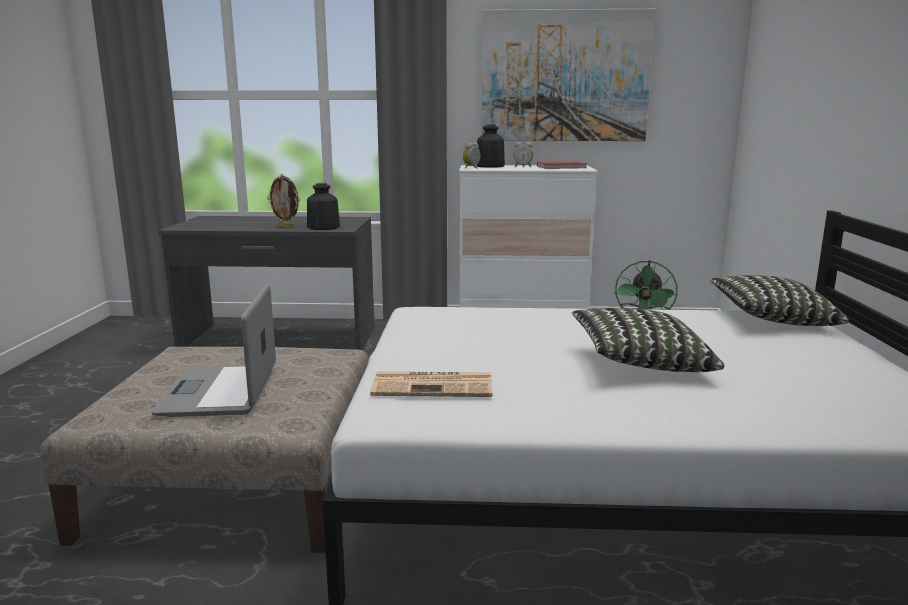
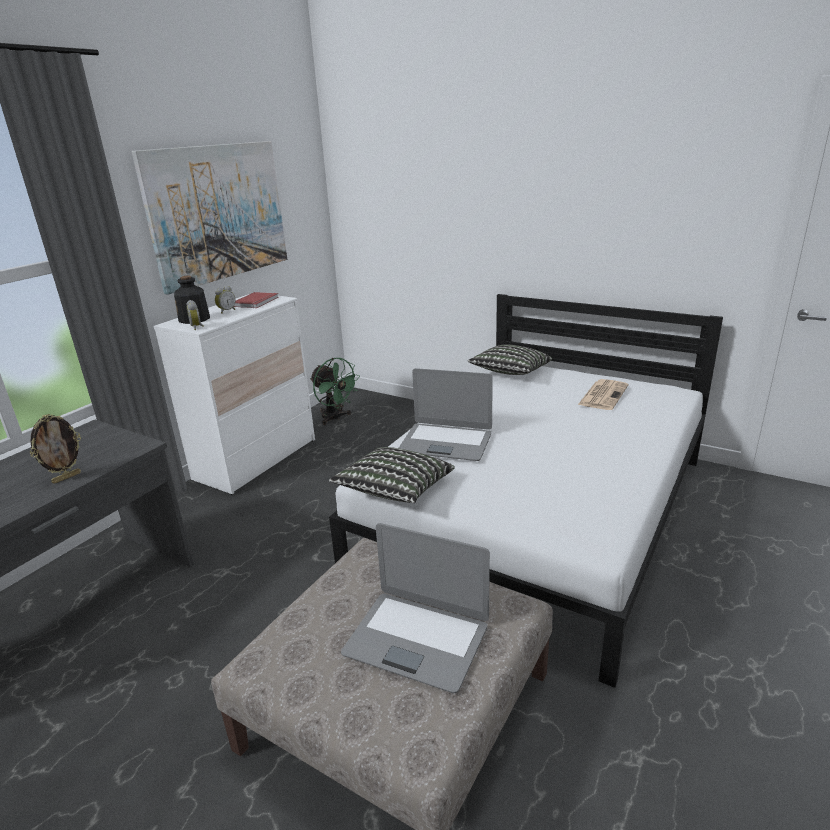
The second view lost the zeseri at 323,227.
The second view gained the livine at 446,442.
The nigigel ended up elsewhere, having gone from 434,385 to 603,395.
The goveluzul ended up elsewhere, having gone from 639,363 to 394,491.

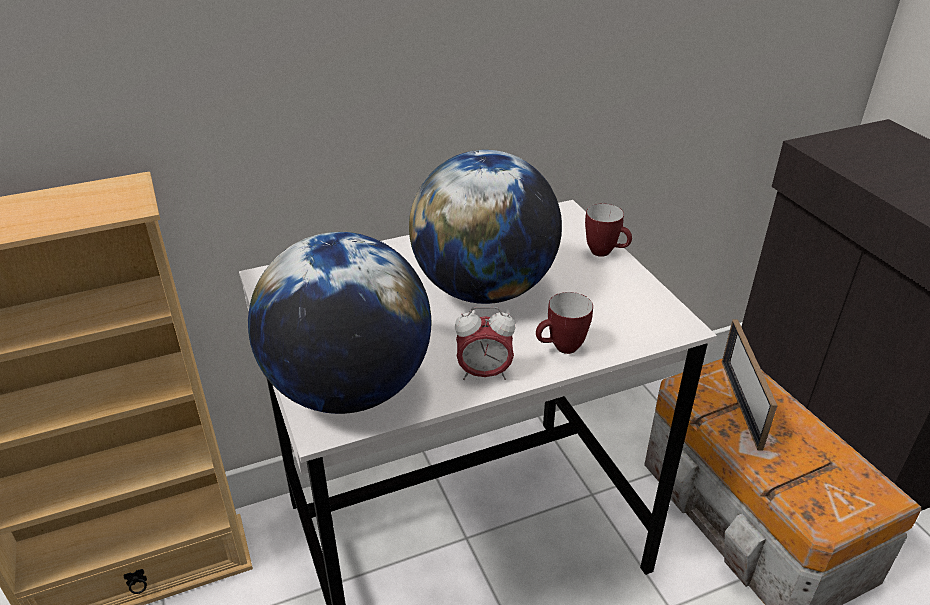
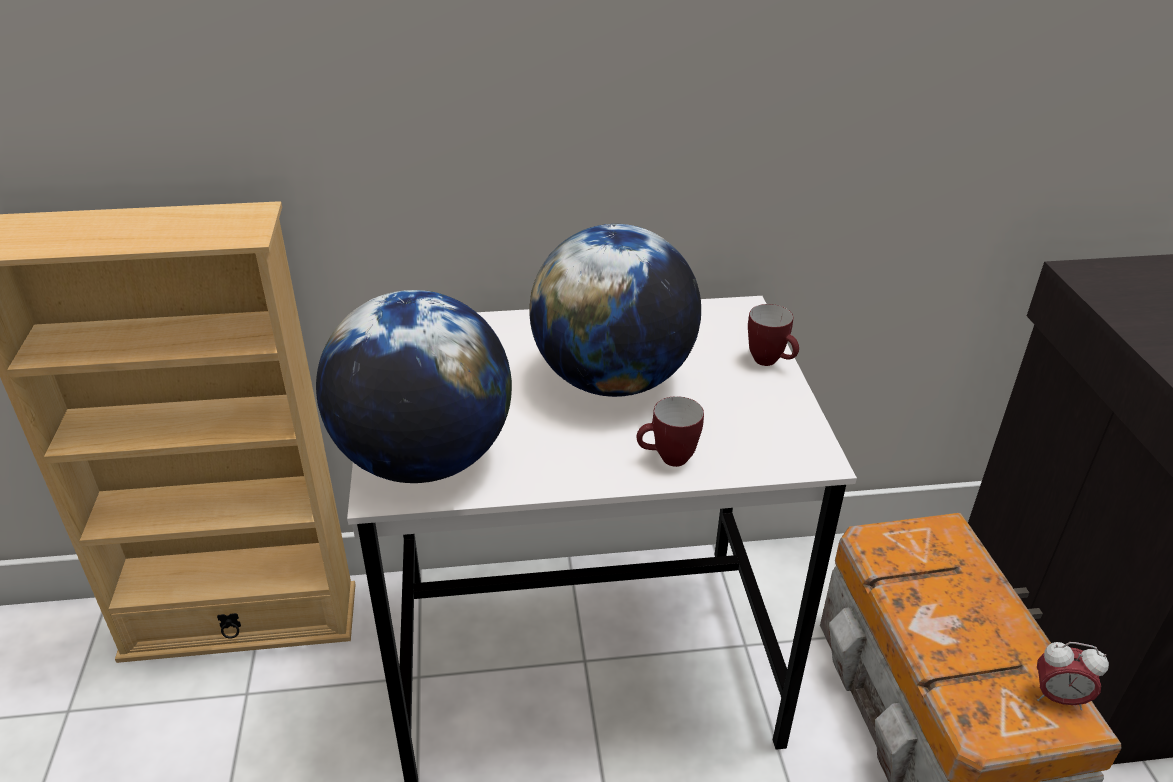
The second view lost the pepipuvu at 741,403.
The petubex ended up elsewhere, having gone from 484,373 to 1058,697.

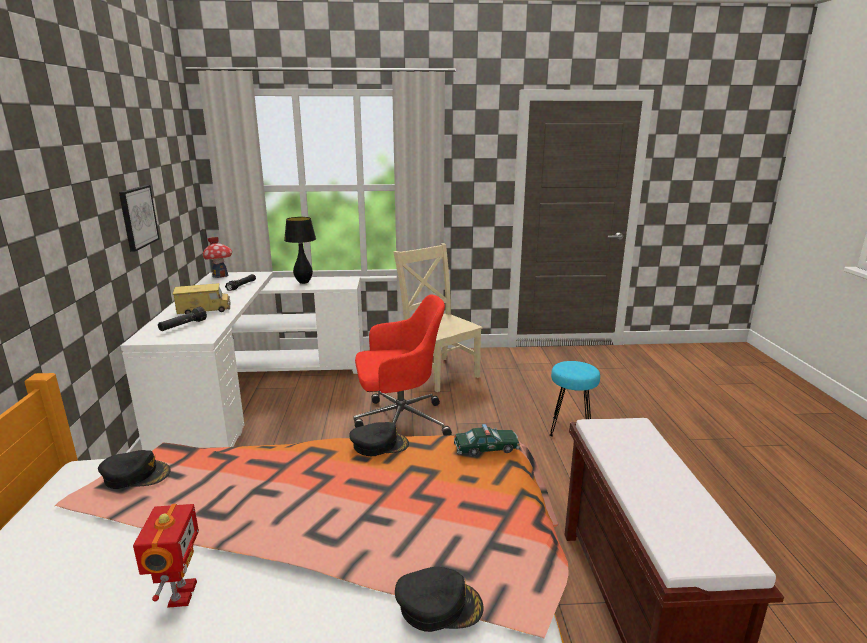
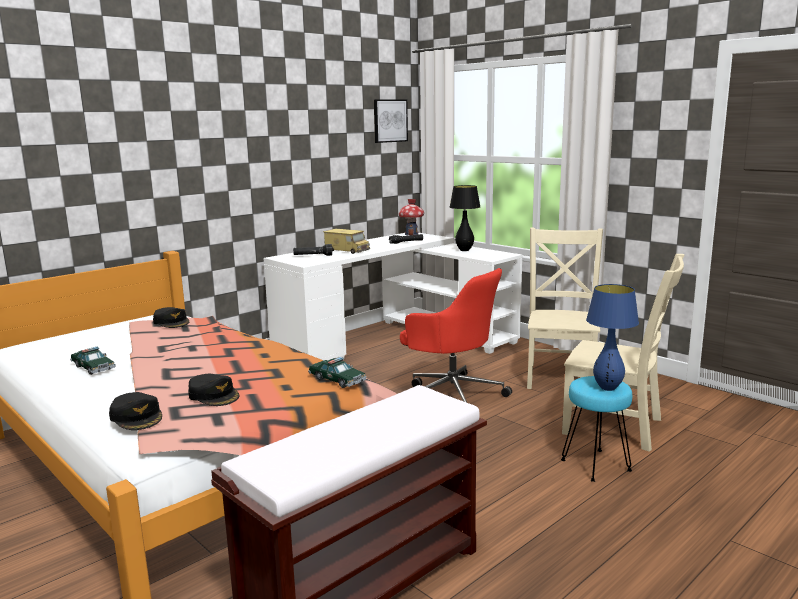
The second view gained the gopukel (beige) at 617,427.
The second view gained the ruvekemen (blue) at 607,388.
The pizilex ended up elsewhere, having gone from 137,217 to 390,121.
The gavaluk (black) ended up elsewhere, having gone from 379,444 to 214,395.
Where the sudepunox stood at 180,594, the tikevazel came to stand at 93,367.

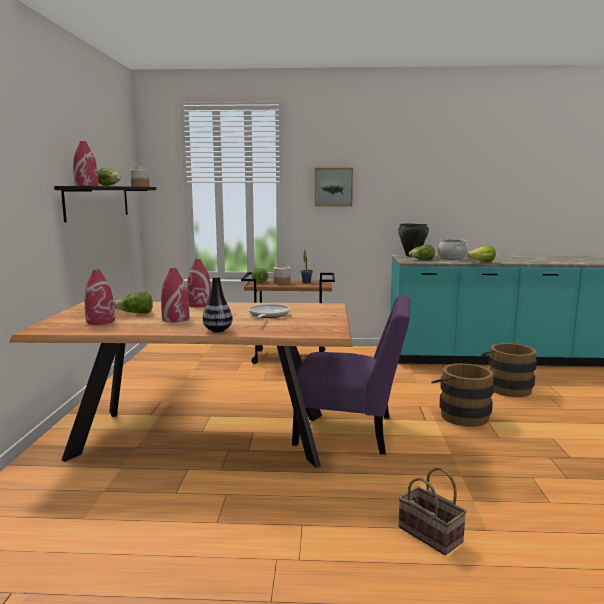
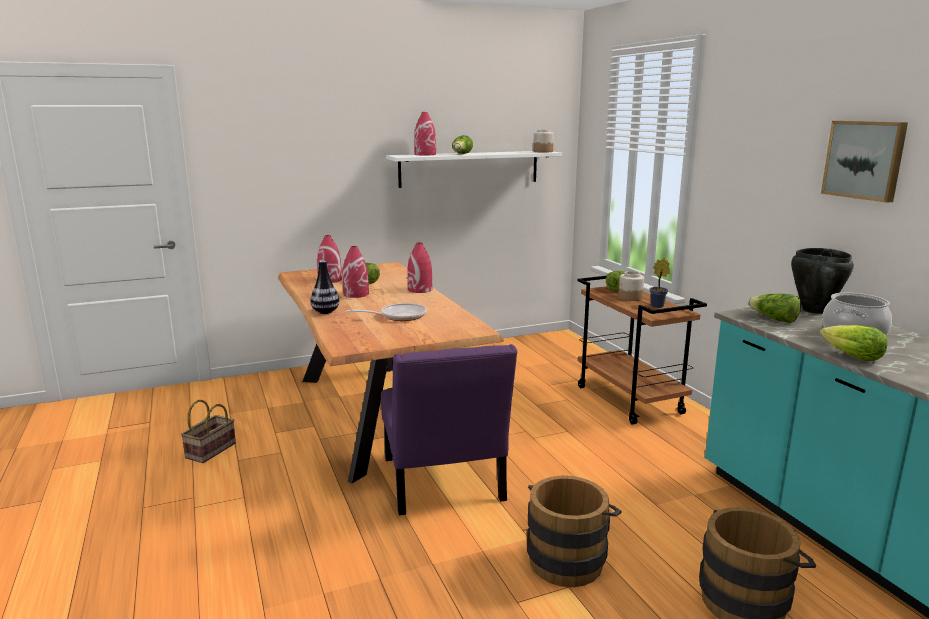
The pizilex ended up elsewhere, having gone from 333,187 to 864,160.
The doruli ended up elsewhere, having gone from 432,535 to 210,451.
What was the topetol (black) at 98,202 turned into the topetol (white) at 469,168.

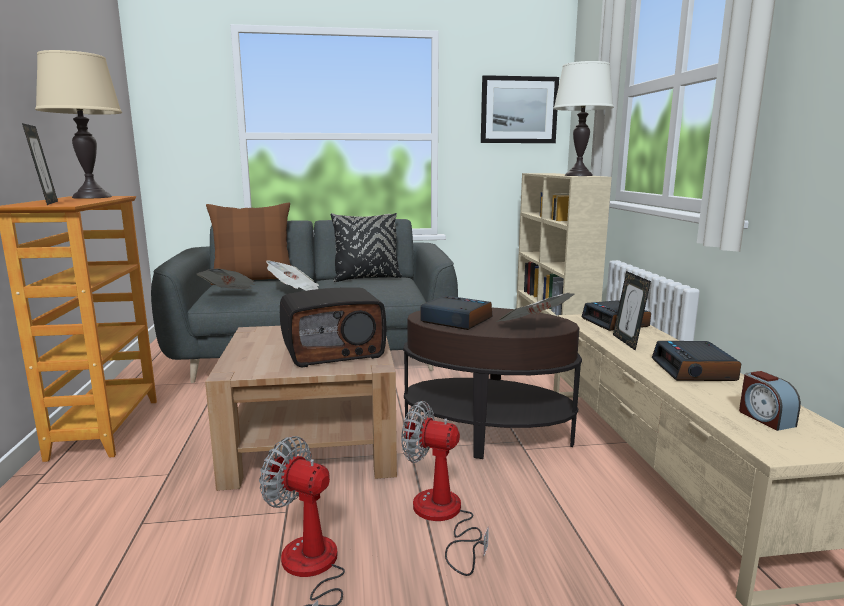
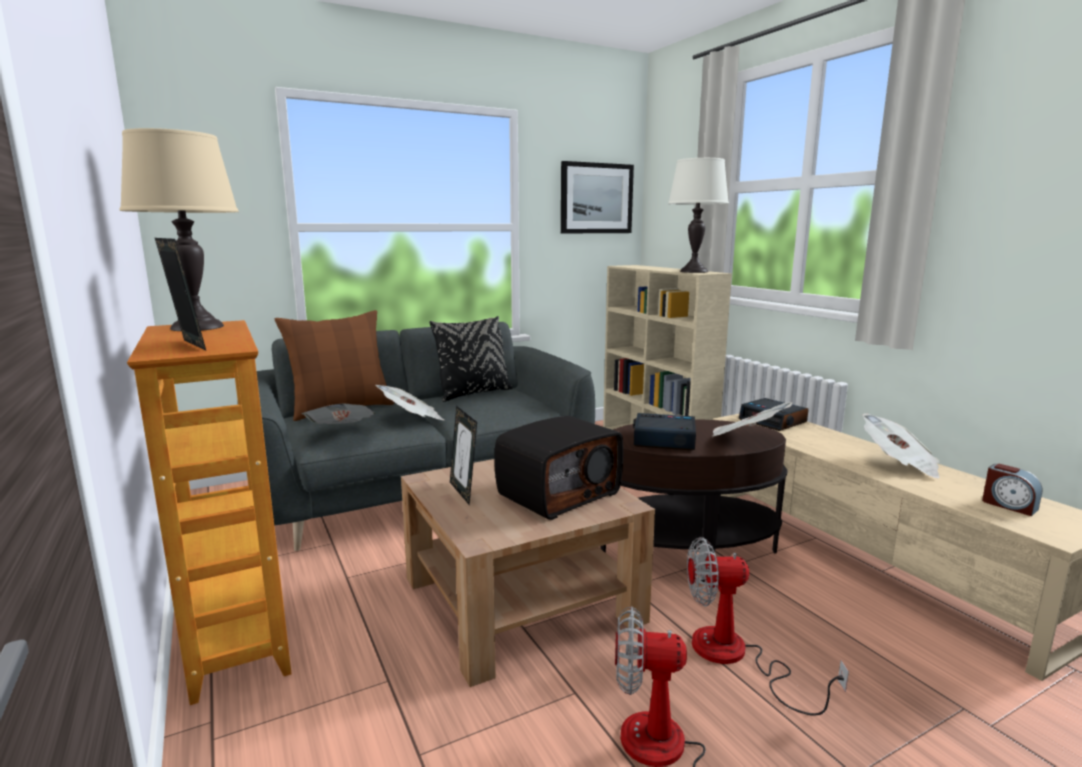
The pepipuvu ended up elsewhere, having gone from 627,342 to 463,492.
Where the petubex stood at 694,370, the nigigel came to stand at 899,465.

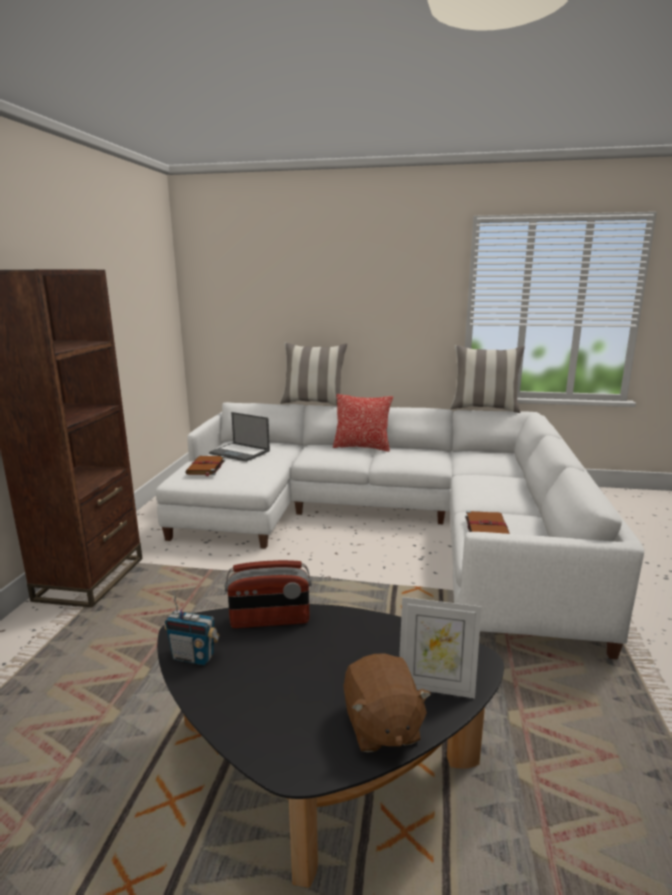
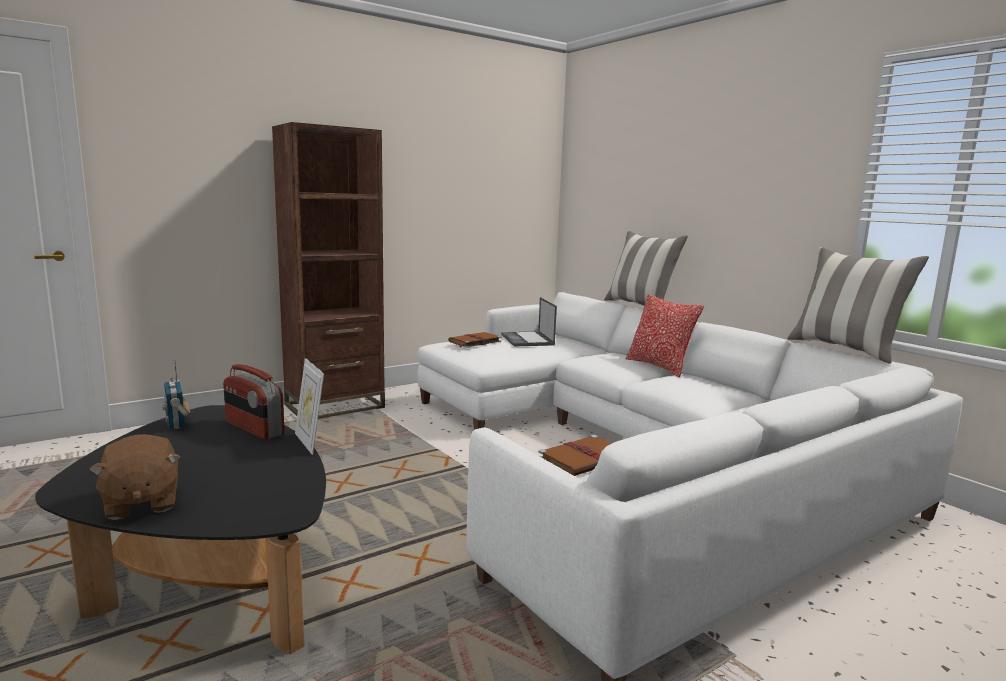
The pepipuvu ended up elsewhere, having gone from 436,686 to 310,442.
The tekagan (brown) at 381,726 ended up facing another way, 60 degrees counterclockwise from before.

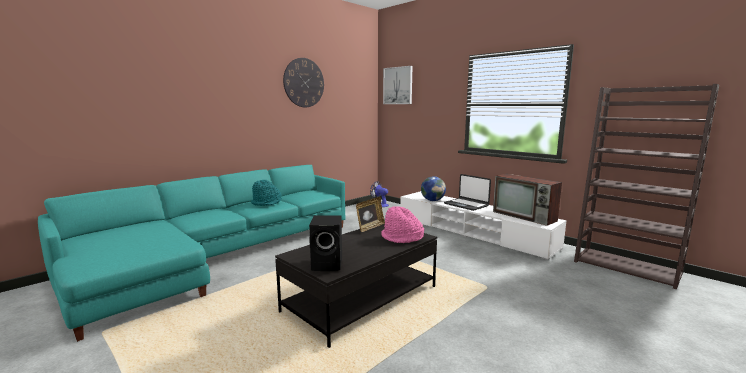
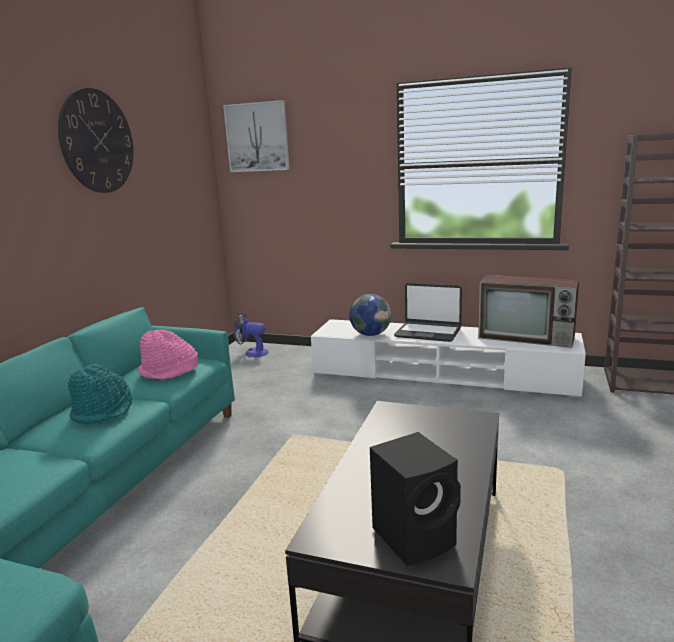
The second view lost the pepipuvu at 370,227.
The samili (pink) ended up elsewhere, having gone from 402,238 to 169,371.

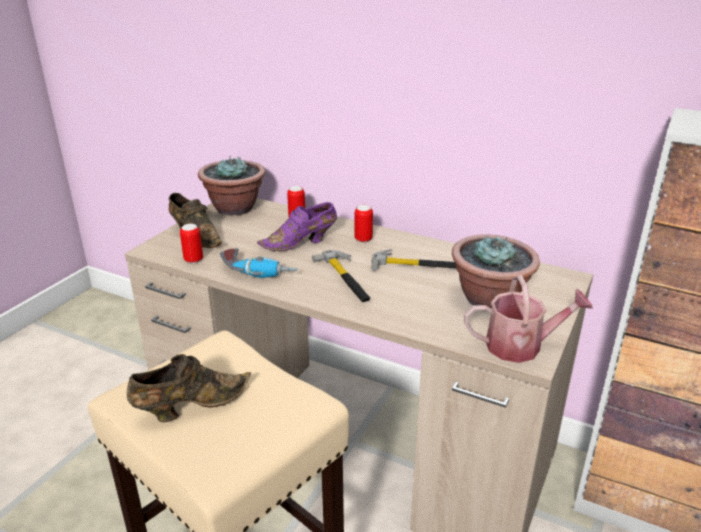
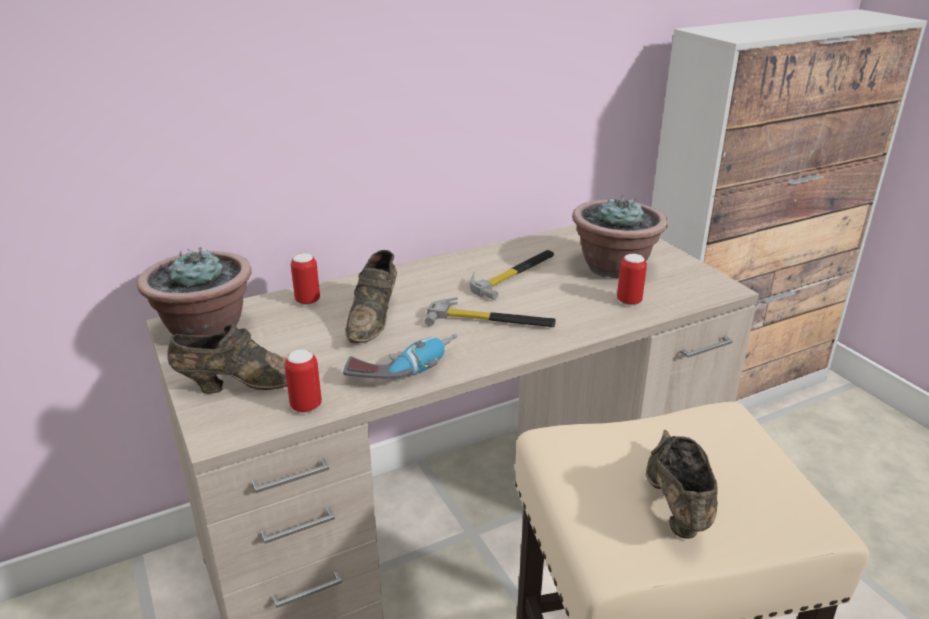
The second view lost the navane at 521,346.
The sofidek ended up elsewhere, having gone from 363,239 to 629,301.
What was the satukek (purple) at 301,243 turned into the satukek (brown) at 374,318.

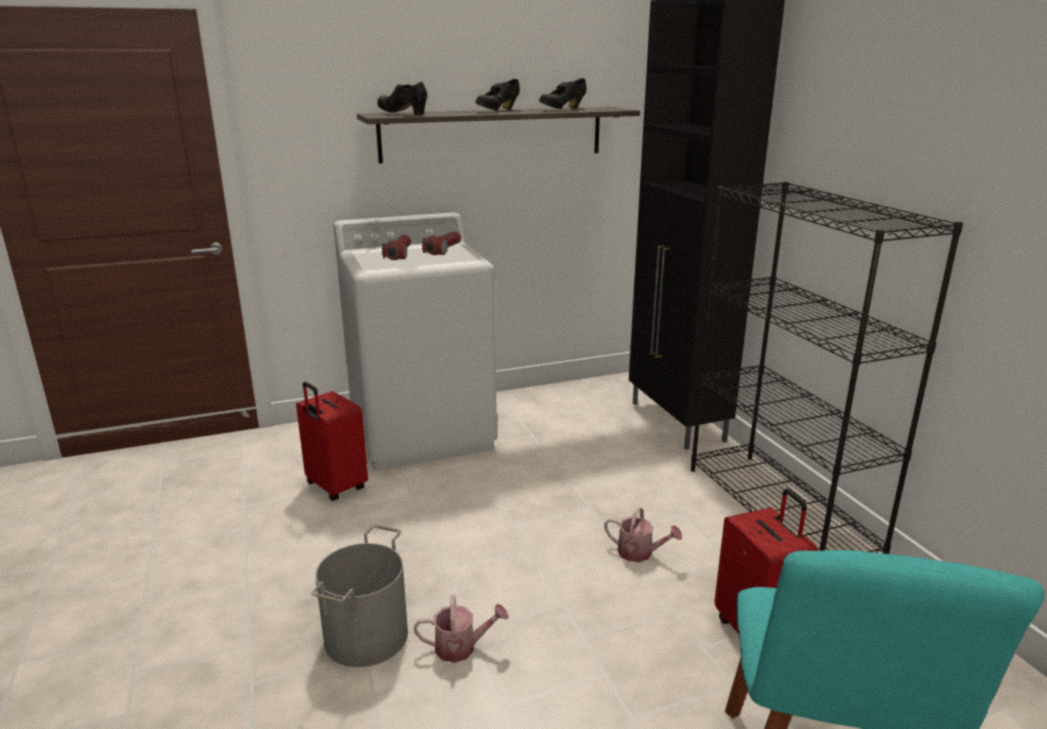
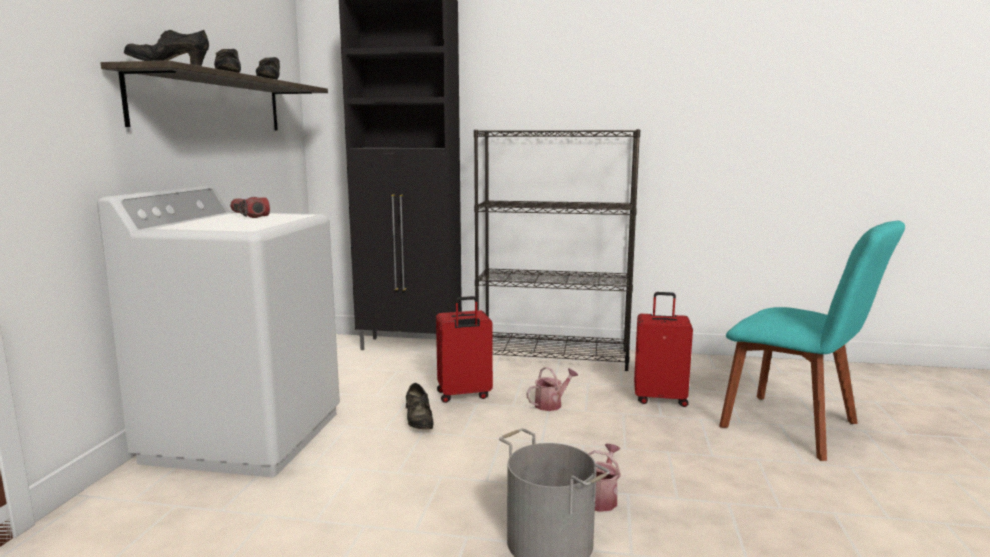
The second view lost the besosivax at 399,255.
The second view gained the satukek (black) at 419,423.
The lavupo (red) ended up elsewhere, having gone from 335,487 to 464,395.

